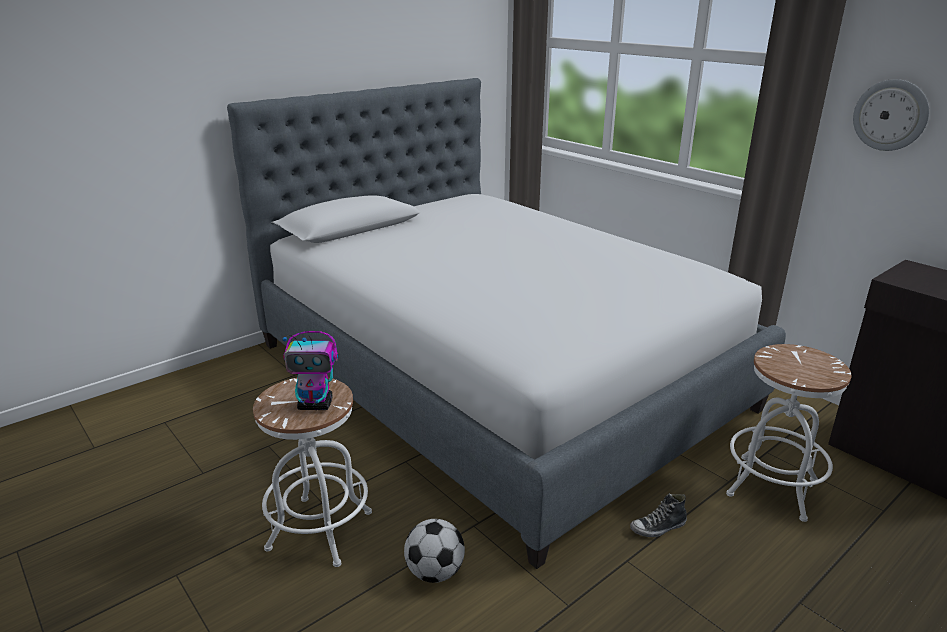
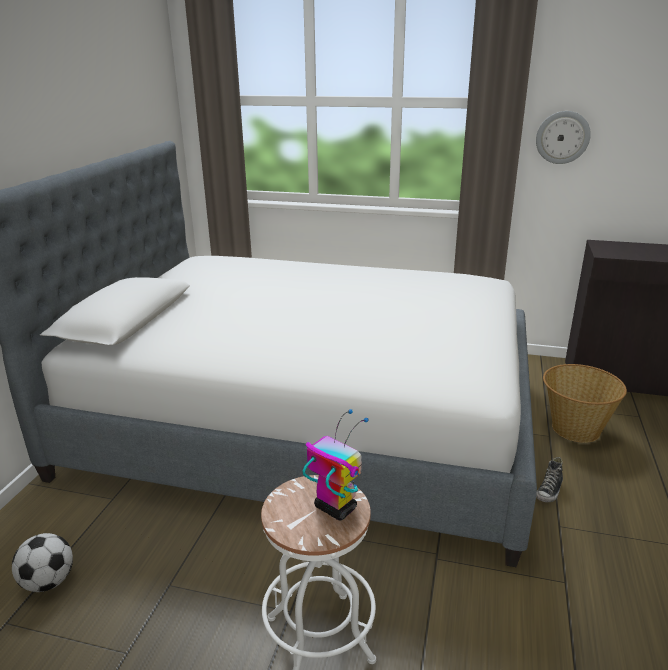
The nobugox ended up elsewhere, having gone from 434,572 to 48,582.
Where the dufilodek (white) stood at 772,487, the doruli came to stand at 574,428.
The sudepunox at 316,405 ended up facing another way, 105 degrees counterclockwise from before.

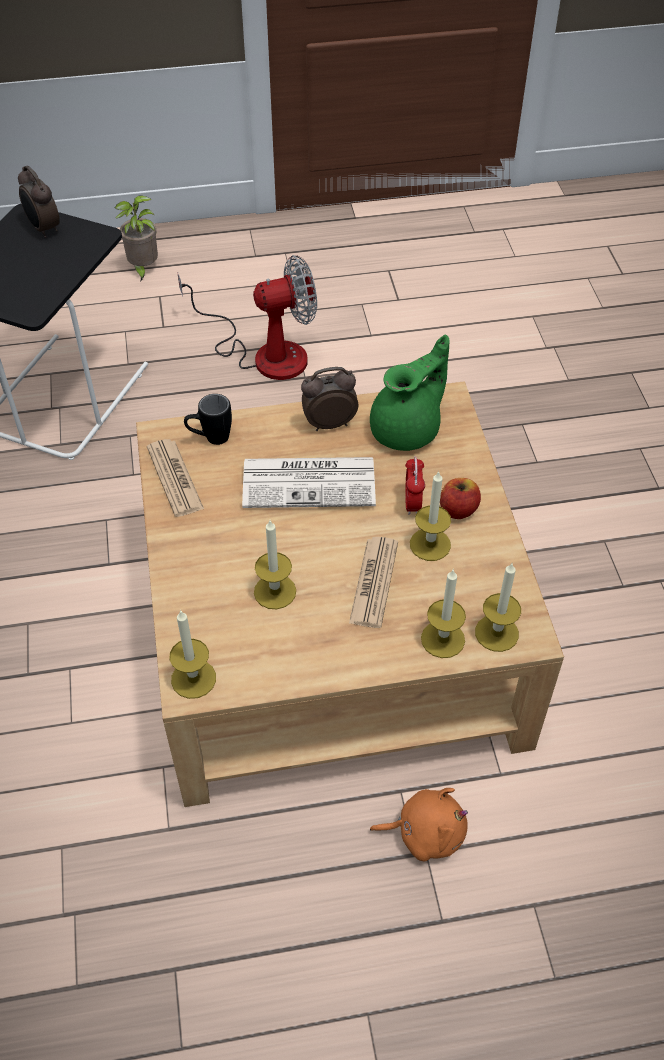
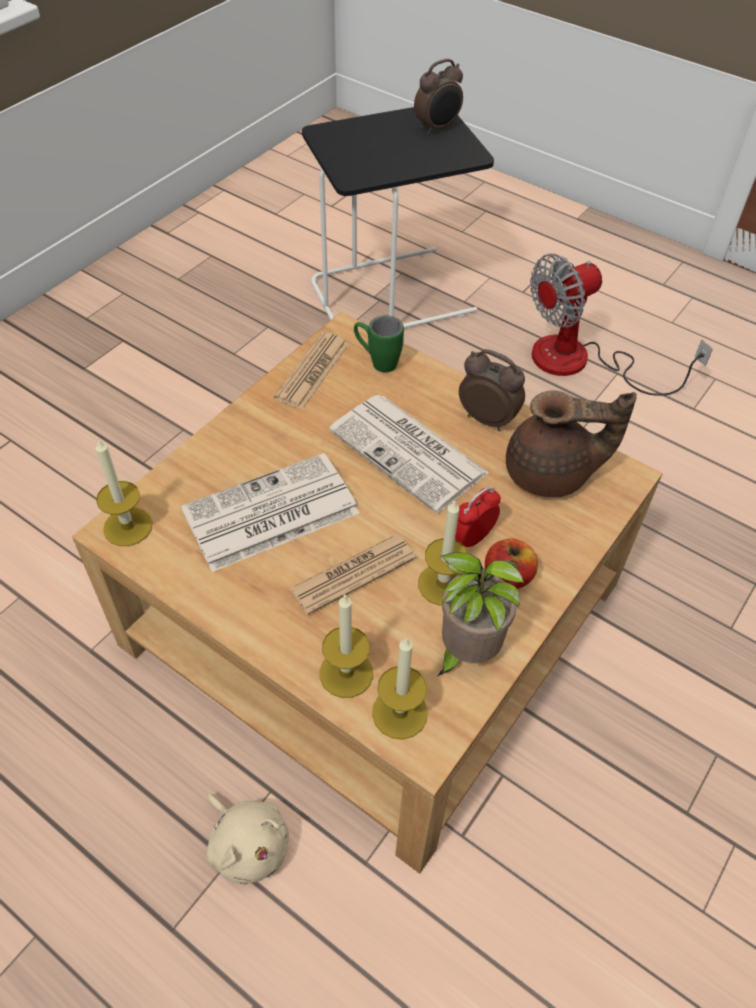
The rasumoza ended up elsewhere, having gone from 143,269 to 465,652.
Where the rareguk stood at 275,591, the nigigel came to stand at 269,514.
What was the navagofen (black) at 210,439 turned into the navagofen (green) at 377,362.
What was the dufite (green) at 408,430 turned into the dufite (brown) at 551,474.
What was the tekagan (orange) at 425,832 turned into the tekagan (beige) at 248,844.
The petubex at 44,229 ended up facing another way, 135 degrees counterclockwise from before.
The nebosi at 264,353 ended up facing another way, 120 degrees clockwise from before.

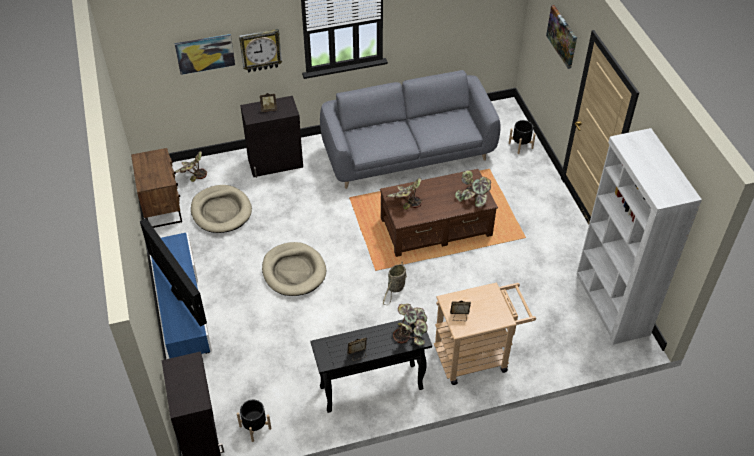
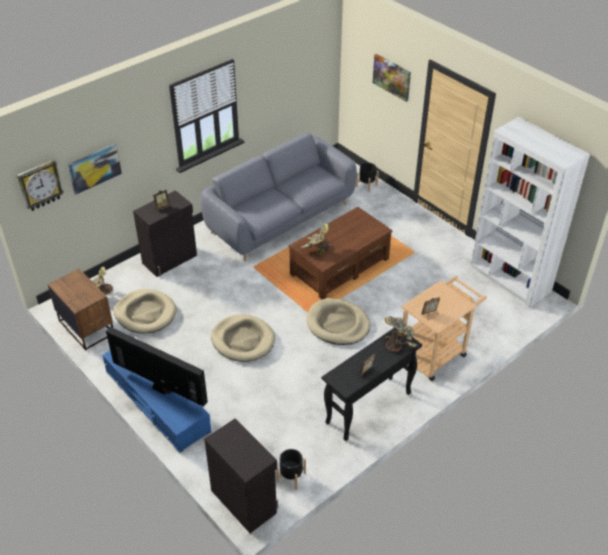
The second view lost the rasumoza at 473,199.
The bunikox ended up elsewhere, having gone from 260,50 to 40,185.
Where the doruli stood at 395,288, the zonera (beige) came to stand at 338,324.

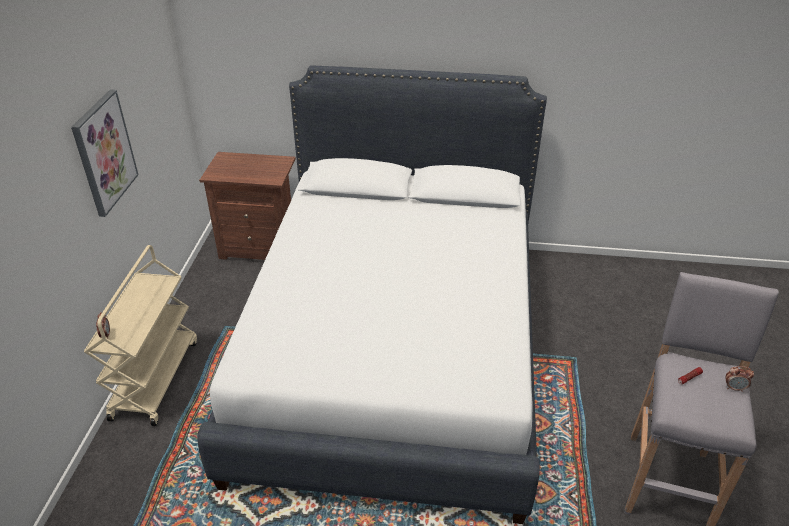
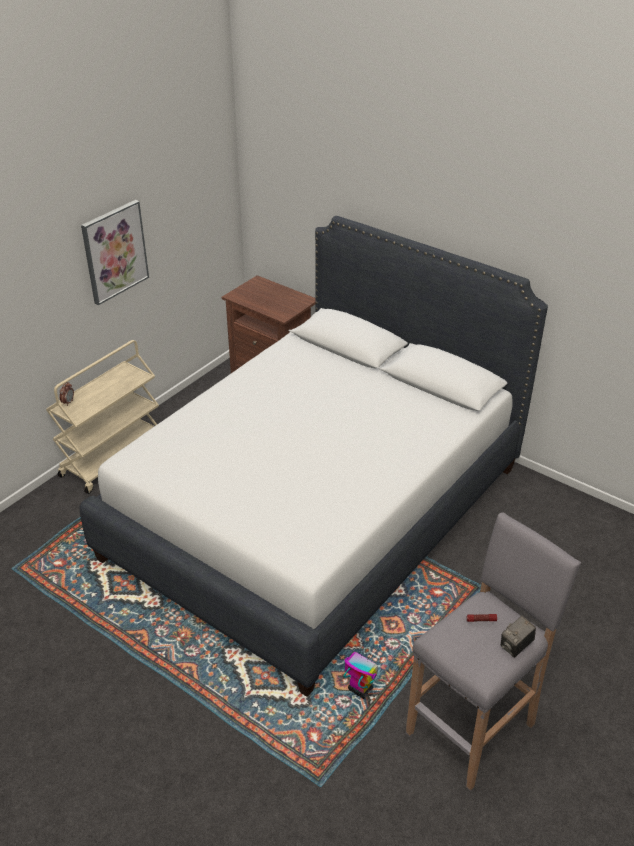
The second view gained the sudepunox at 360,689.
Where the petubex stood at 734,388, the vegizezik came to stand at 516,646.

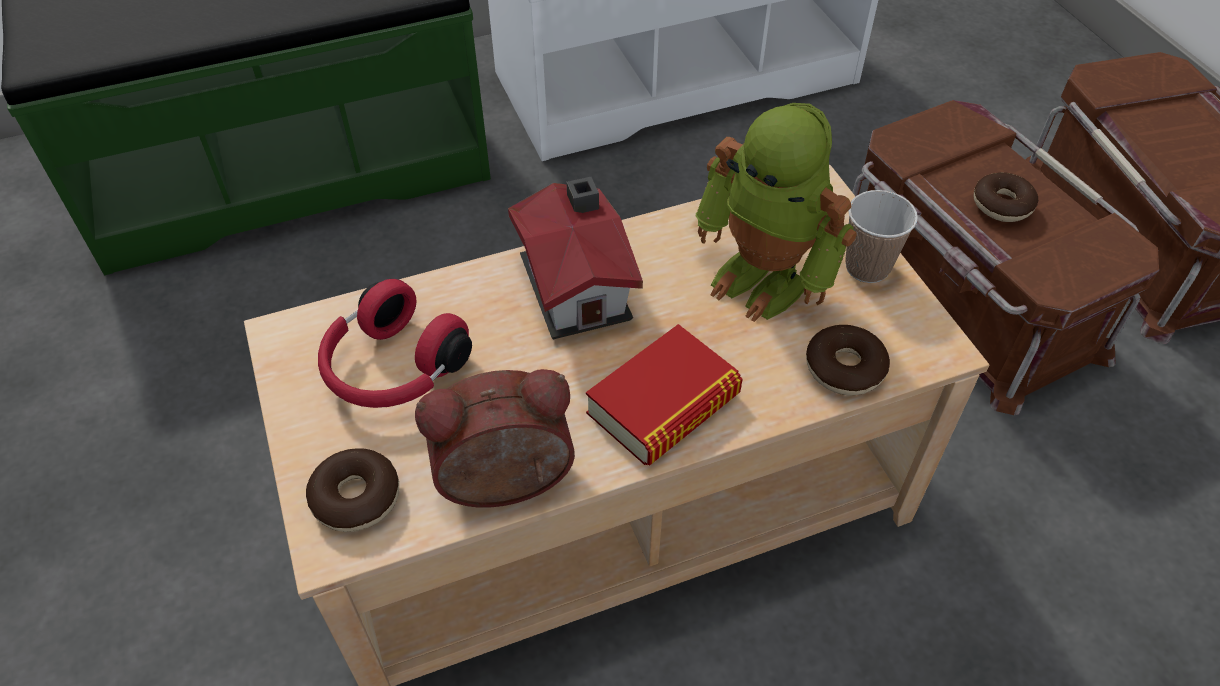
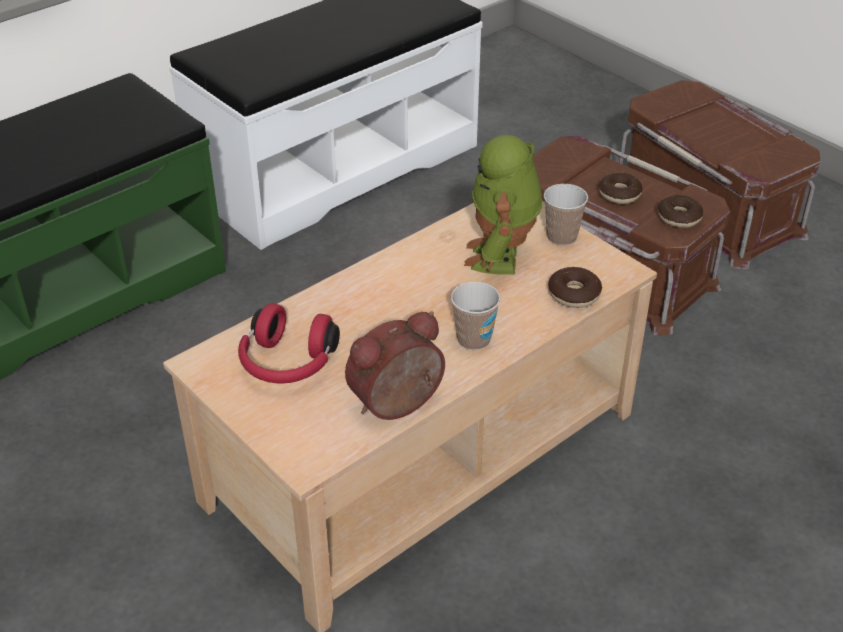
The second view lost the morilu at 577,285.
The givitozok ended up elsewhere, having gone from 356,497 to 679,217.
Where the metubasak stood at 663,404, the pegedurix came to stand at 473,340.
The sudepunox at 765,278 ended up facing another way, 75 degrees clockwise from before.

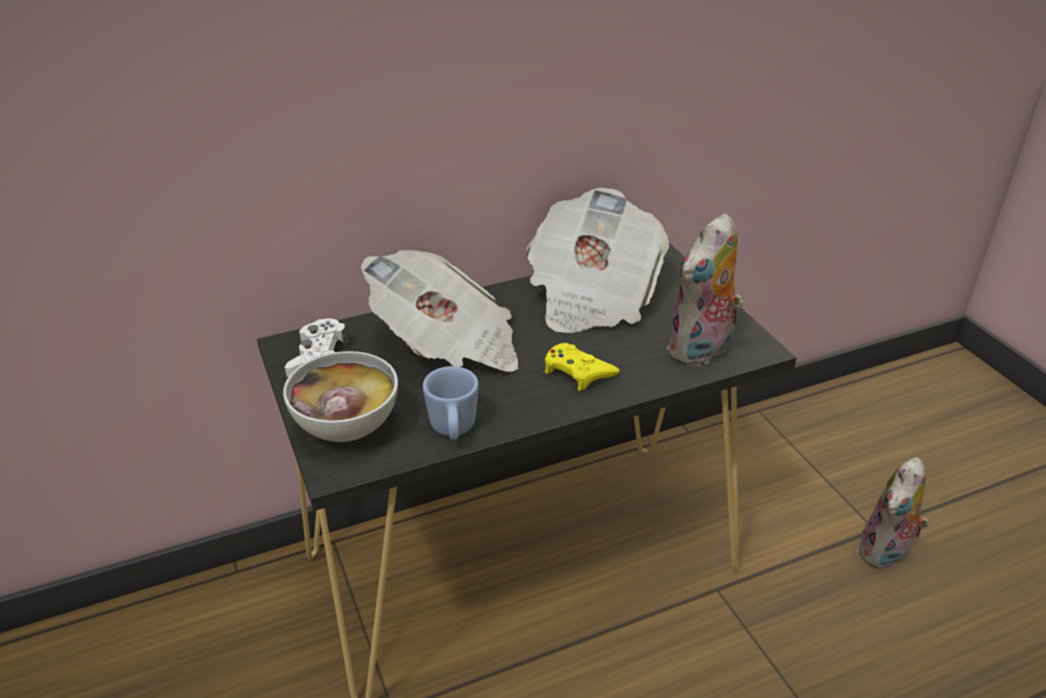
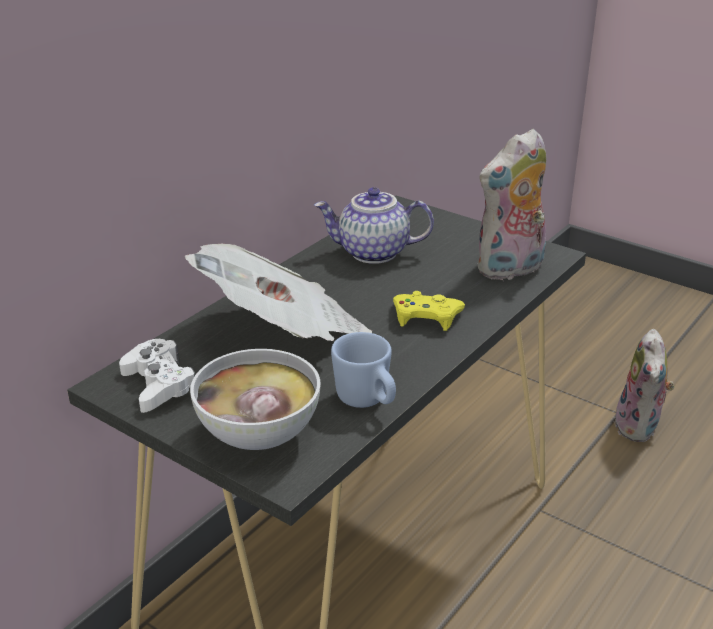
Where the nigigel stood at 591,295, the dufite came to stand at 372,253.
The tekagan at 701,351 ended up facing another way, 45 degrees clockwise from before.

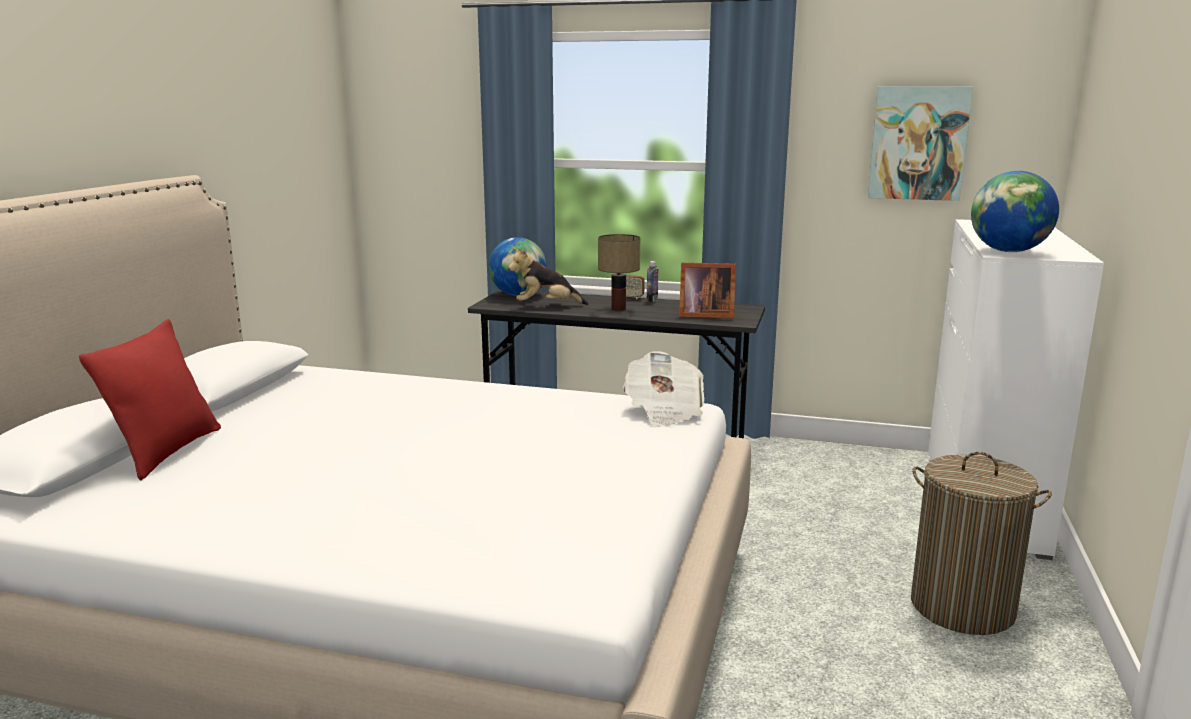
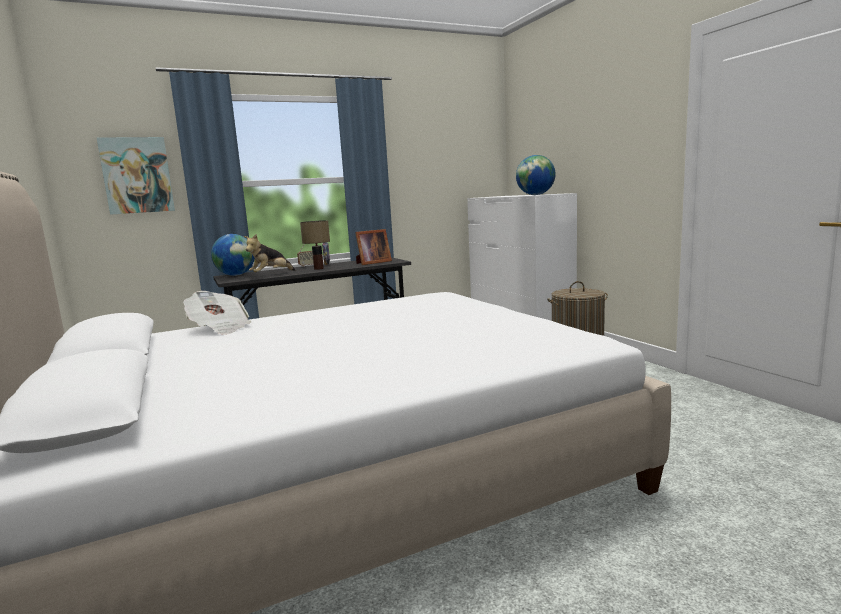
The second view lost the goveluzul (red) at 166,452.
The nigigel ended up elsewhere, having gone from 664,411 to 219,328.
The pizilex ended up elsewhere, having gone from 918,143 to 137,175.

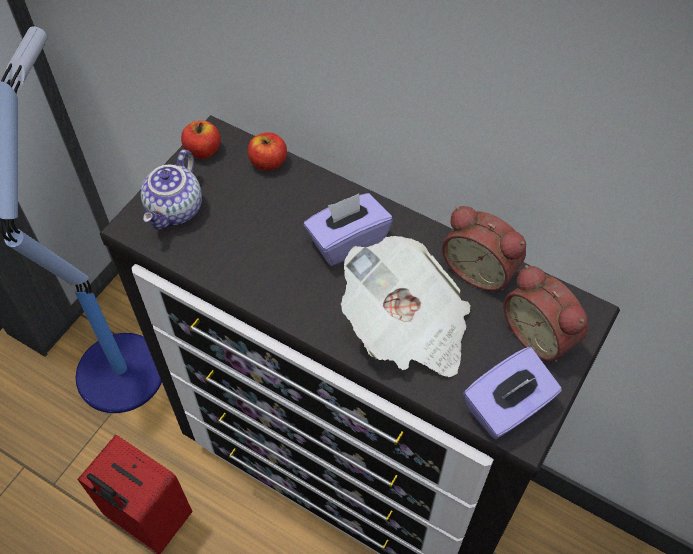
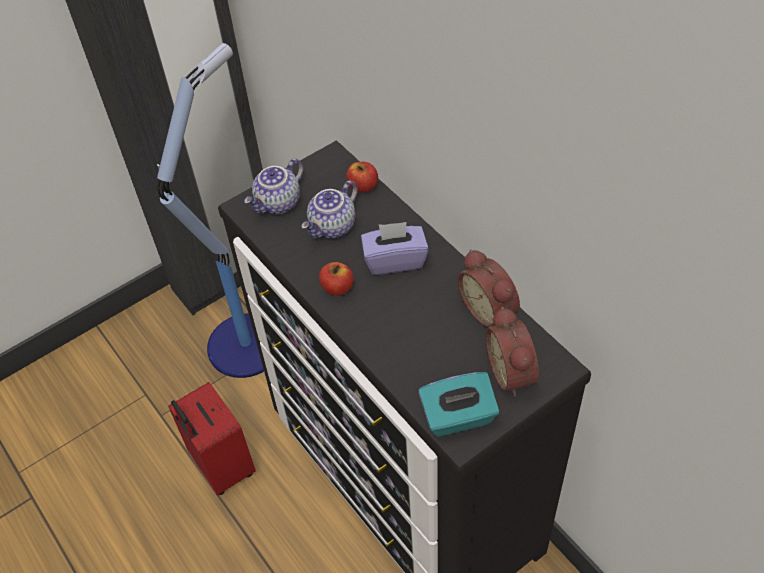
The second view lost the nigigel at 407,327.
The second view gained the dufite at 333,227.
The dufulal ended up elsewhere, having gone from 203,150 to 337,288.
What was the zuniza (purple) at 507,407 turned into the zuniza (turquoise) at 458,417.

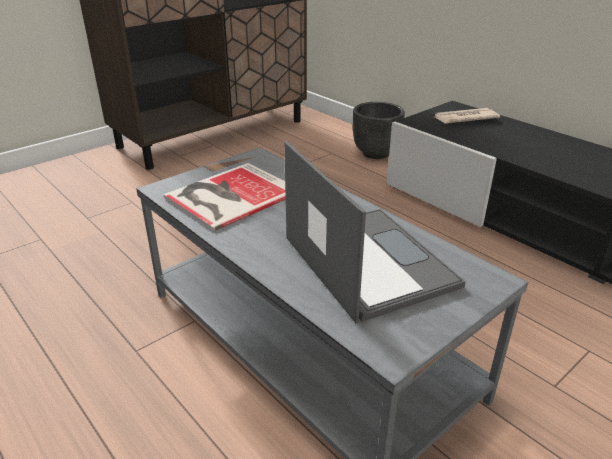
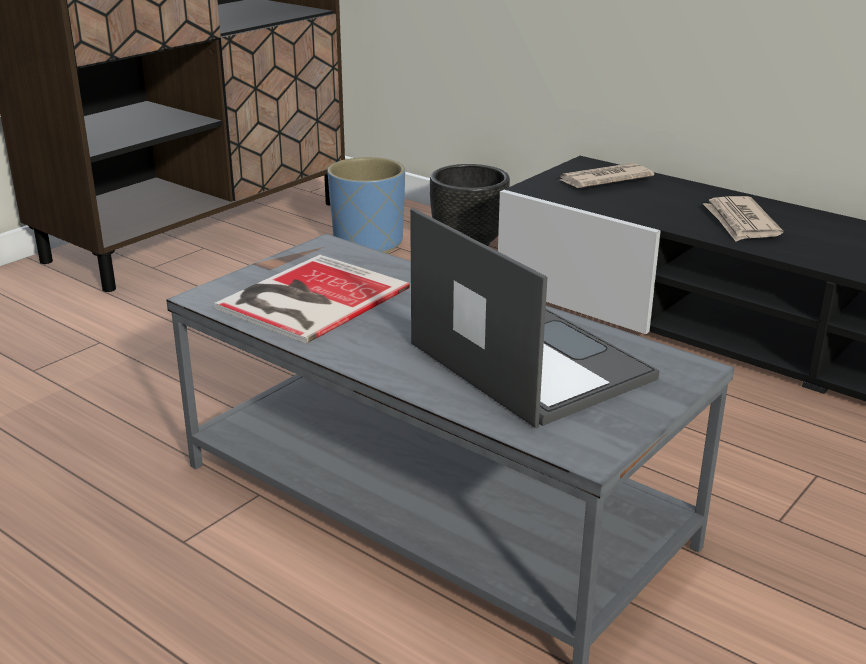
The second view gained the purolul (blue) at 369,242.
The second view gained the nigigel at 740,223.

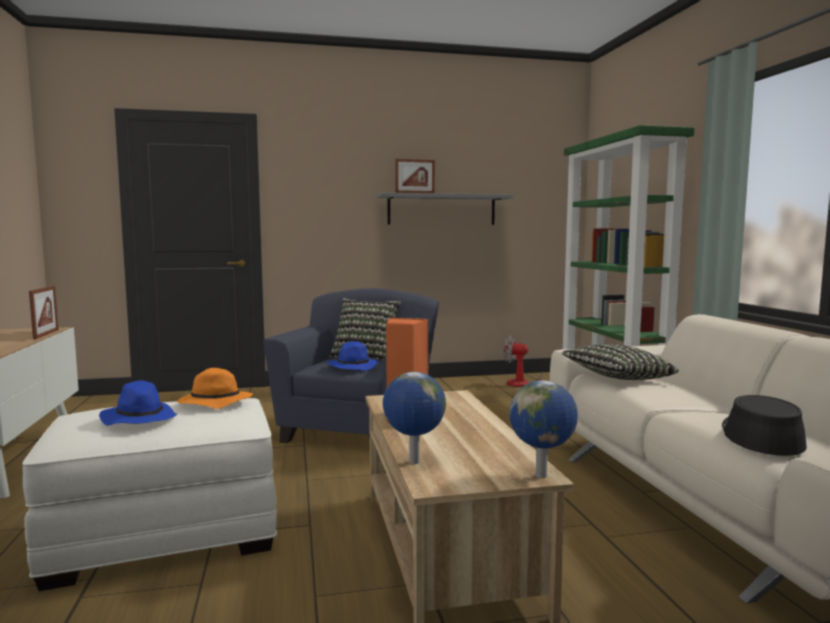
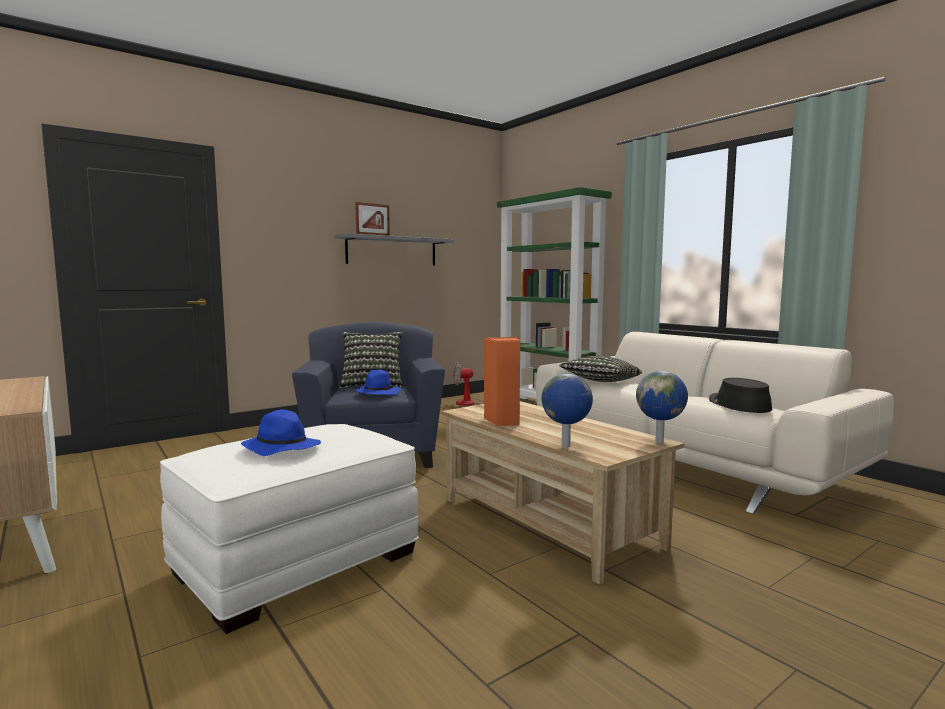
The second view lost the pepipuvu at 46,334.
The second view lost the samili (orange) at 214,403.

